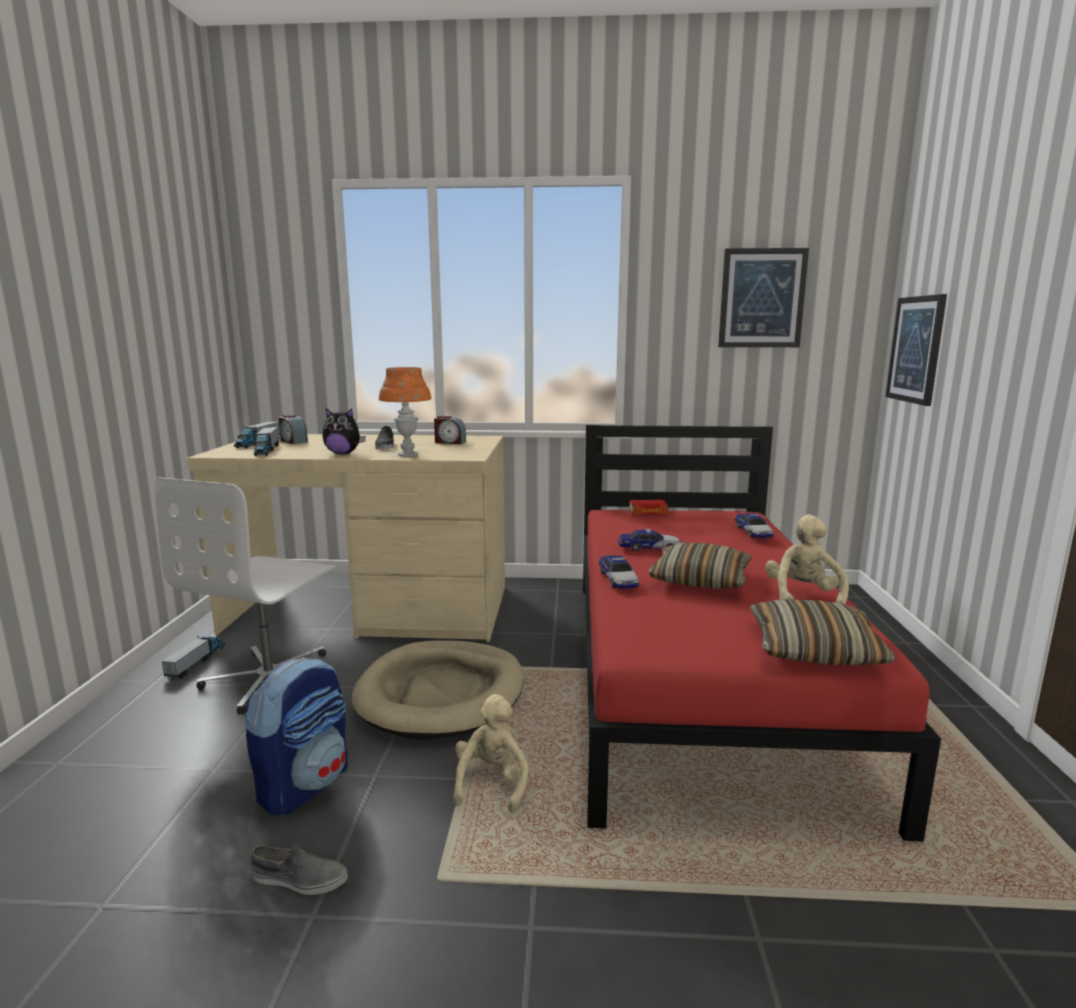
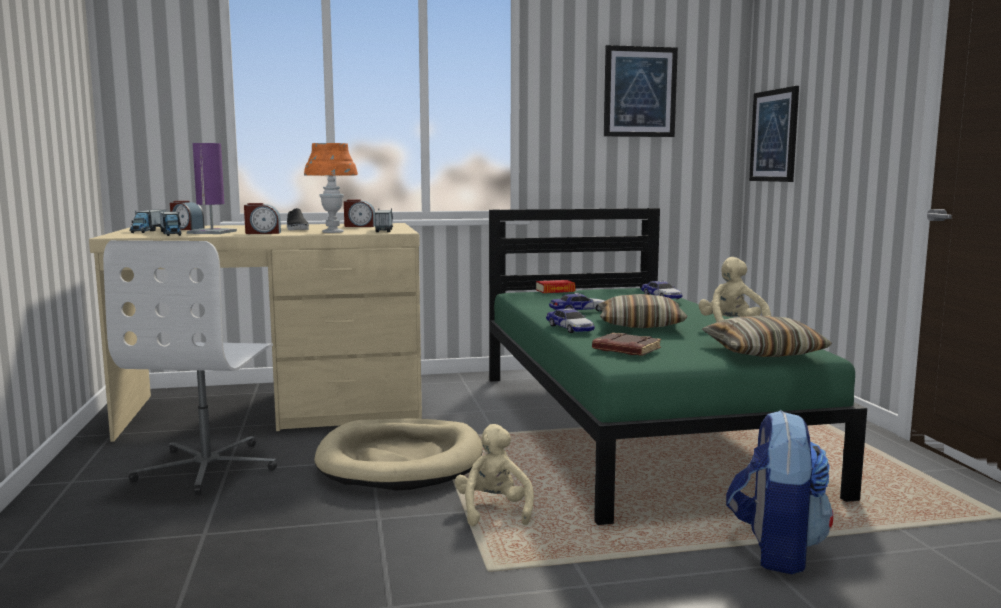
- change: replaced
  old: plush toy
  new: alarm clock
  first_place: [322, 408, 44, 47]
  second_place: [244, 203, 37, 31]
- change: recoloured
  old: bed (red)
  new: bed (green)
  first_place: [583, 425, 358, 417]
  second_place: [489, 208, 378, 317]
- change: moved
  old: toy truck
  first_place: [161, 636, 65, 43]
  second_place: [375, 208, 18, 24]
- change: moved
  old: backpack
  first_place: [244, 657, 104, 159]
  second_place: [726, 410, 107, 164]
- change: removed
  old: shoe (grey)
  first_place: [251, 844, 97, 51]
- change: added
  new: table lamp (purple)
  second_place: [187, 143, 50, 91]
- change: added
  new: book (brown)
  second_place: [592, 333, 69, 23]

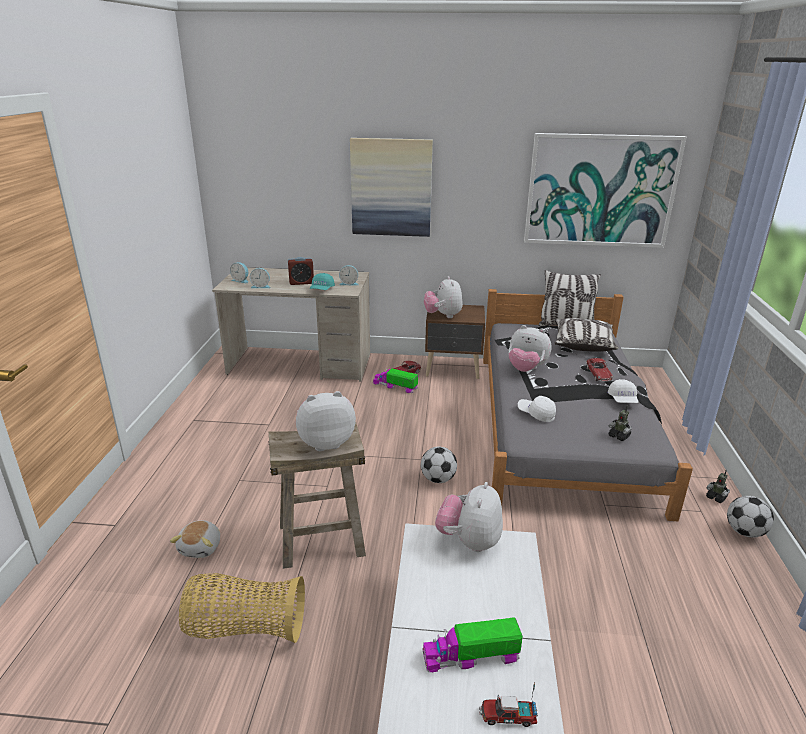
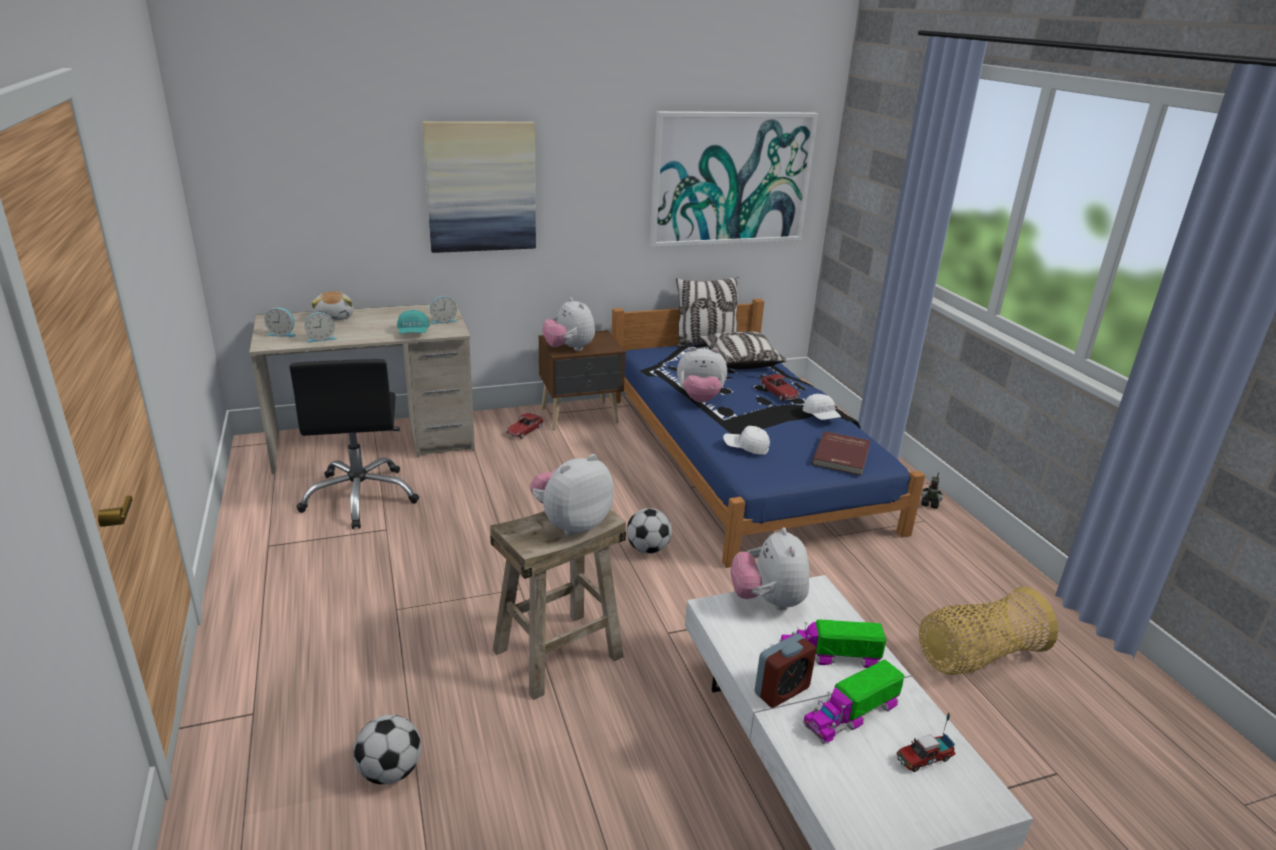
- change: moved
  old: alarm clock
  first_place: [288, 257, 26, 28]
  second_place: [755, 634, 62, 74]
- change: recoloured
  old: bed (grey)
  new: bed (blue)
  first_place: [483, 289, 210, 232]
  second_place: [609, 299, 316, 269]
- change: moved
  old: toy truck
  first_place: [373, 368, 45, 25]
  second_place: [780, 620, 107, 48]
- change: replaced
  old: toy robot
  new: book (red)
  first_place: [609, 406, 23, 35]
  second_place: [812, 431, 59, 44]
- change: moved
  old: football
  first_place: [727, 496, 47, 42]
  second_place: [353, 715, 68, 69]
- change: moved
  old: plush toy
  first_place: [170, 520, 50, 38]
  second_place: [311, 291, 42, 29]
- change: moved
  old: basket
  first_place: [179, 573, 126, 70]
  second_place: [919, 587, 139, 88]
- change: added
  new: office chair (black)
  second_place: [289, 359, 130, 170]

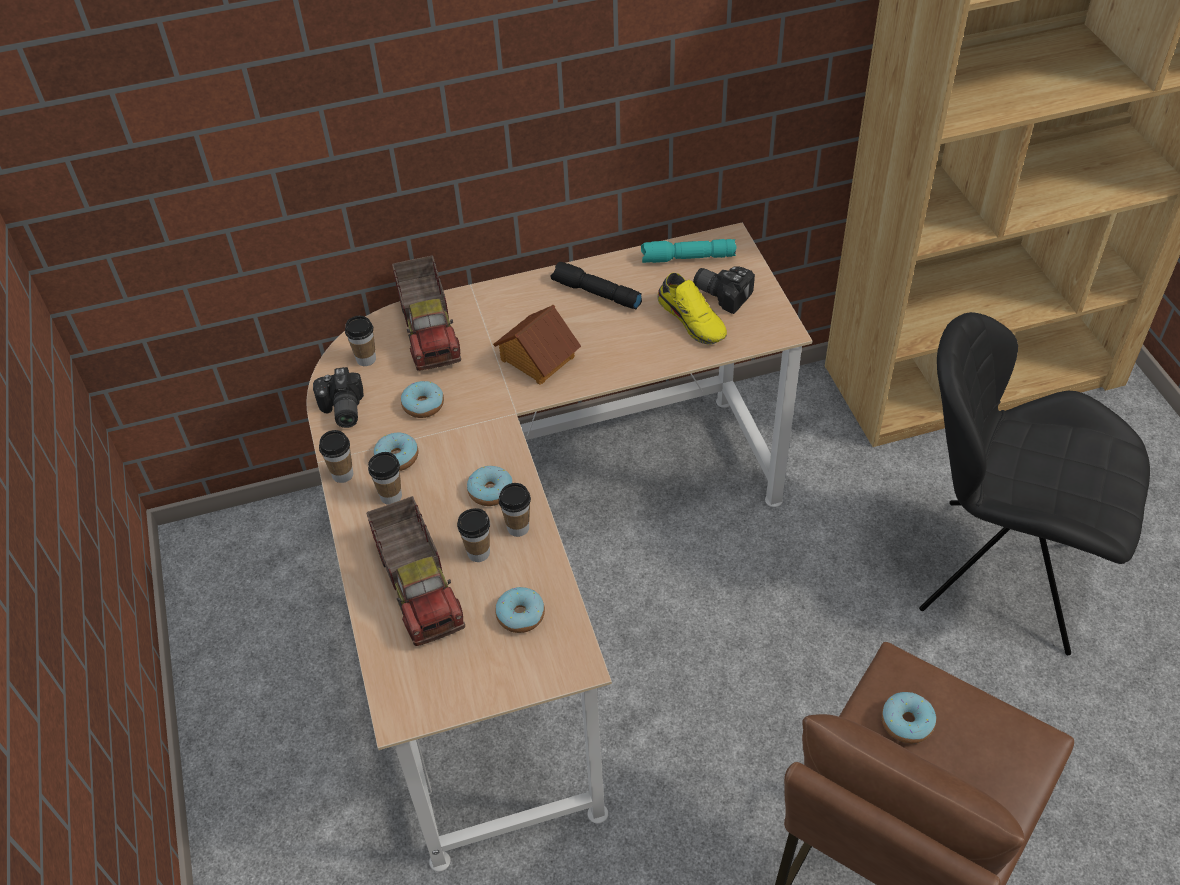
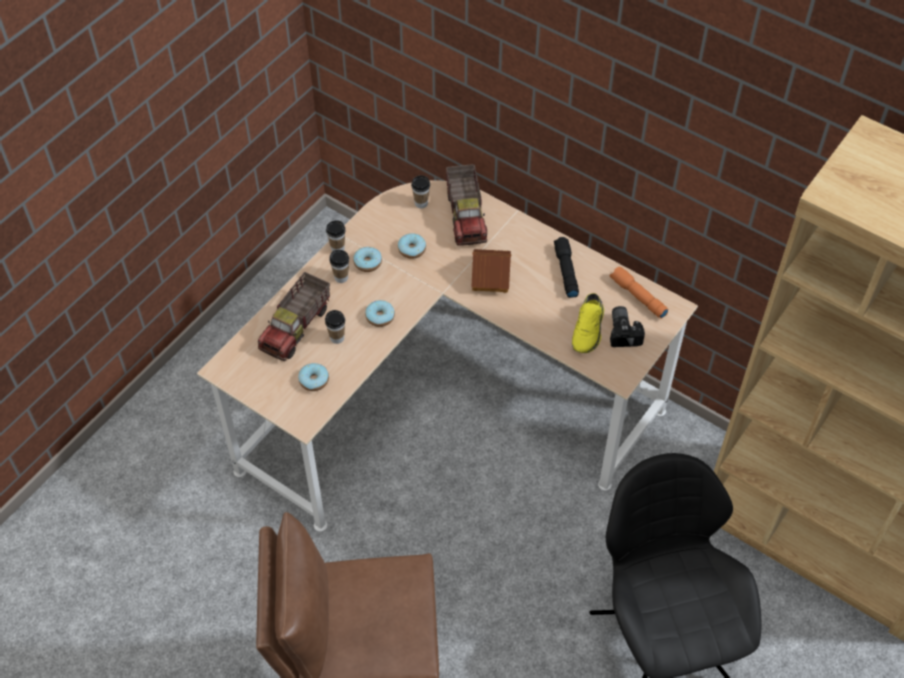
- change: recoloured
  old: flashlight (turquoise)
  new: flashlight (orange)
  first_place: [641, 239, 96, 24]
  second_place: [610, 267, 59, 52]
- change: turned
  old: toy truck
  first_place: [392, 256, 69, 115]
  second_place: [446, 164, 41, 82]
  degrees: -45
- change: removed
  old: photo camera
  first_place: [313, 367, 51, 61]
- change: removed
  old: cup
  first_place: [499, 483, 32, 54]
- change: removed
  old: donut
  first_place: [881, 692, 55, 52]

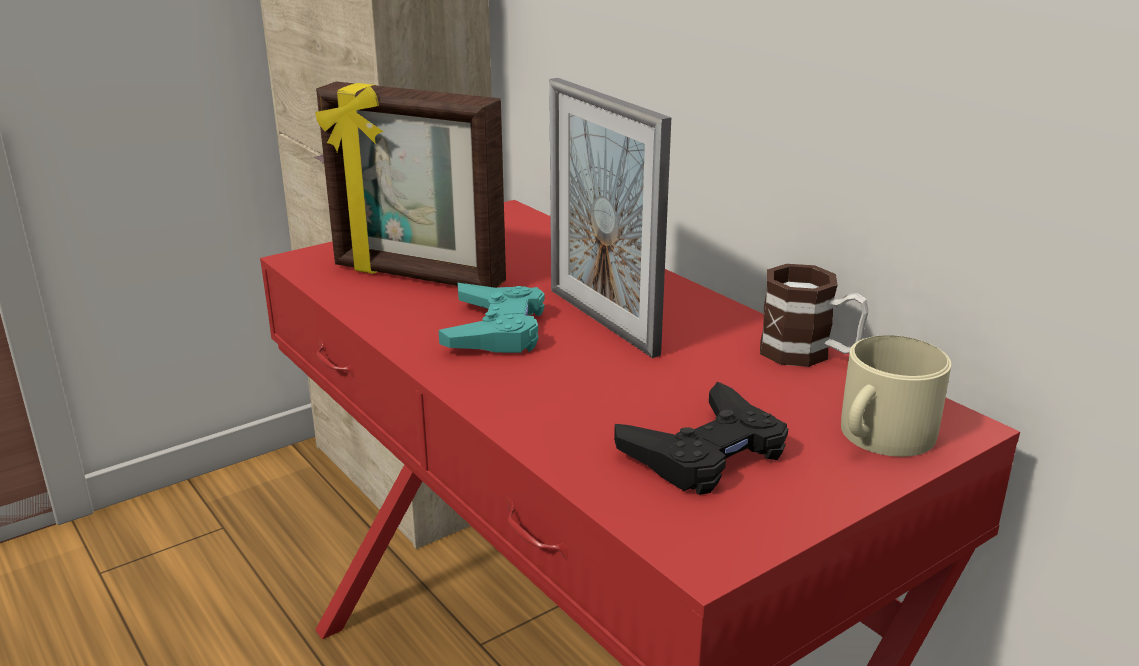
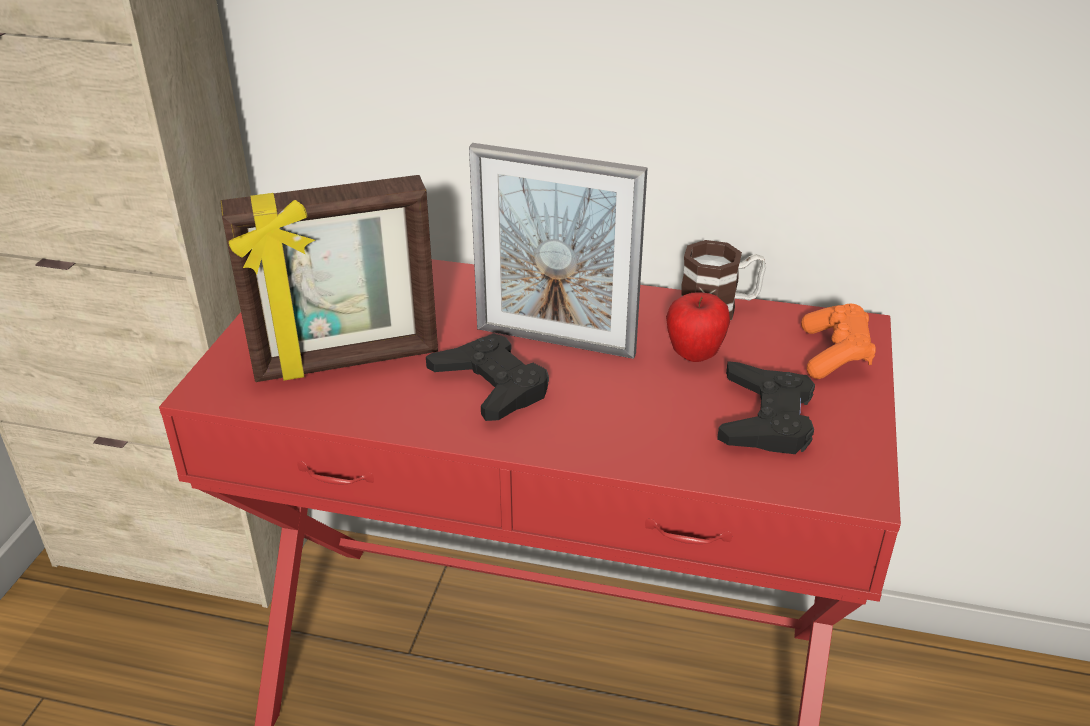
- change: recoloured
  old: game controller (turquoise)
  new: game controller (black)
  first_place: [439, 283, 106, 70]
  second_place: [426, 333, 123, 88]
- change: replaced
  old: mug (beige)
  new: game controller (orange)
  first_place: [841, 335, 110, 122]
  second_place: [801, 304, 75, 75]
- change: added
  new: apple
  second_place: [666, 292, 64, 70]

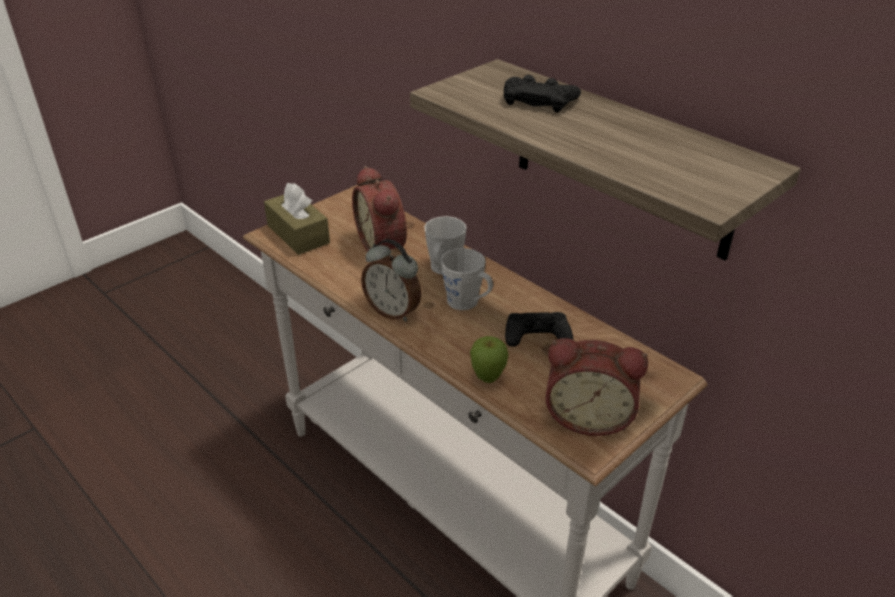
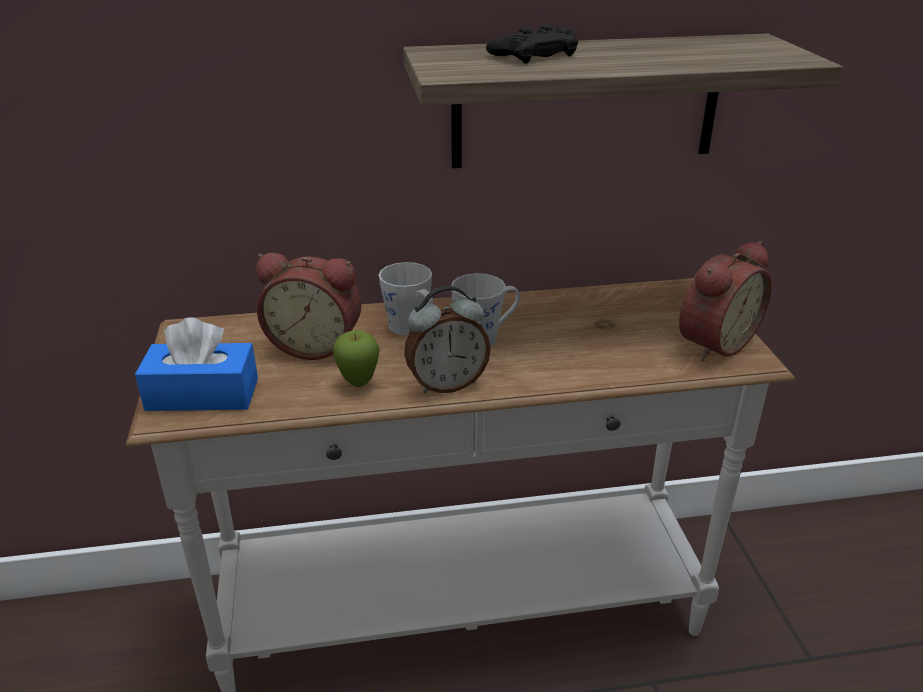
- change: recoloured
  old: tissue box (brown)
  new: tissue box (blue)
  first_place: [264, 183, 66, 72]
  second_place: [135, 317, 123, 94]
- change: removed
  old: game controller (black)
  first_place: [505, 312, 68, 35]
- change: moved
  old: apple
  first_place: [470, 336, 38, 47]
  second_place: [332, 330, 48, 57]

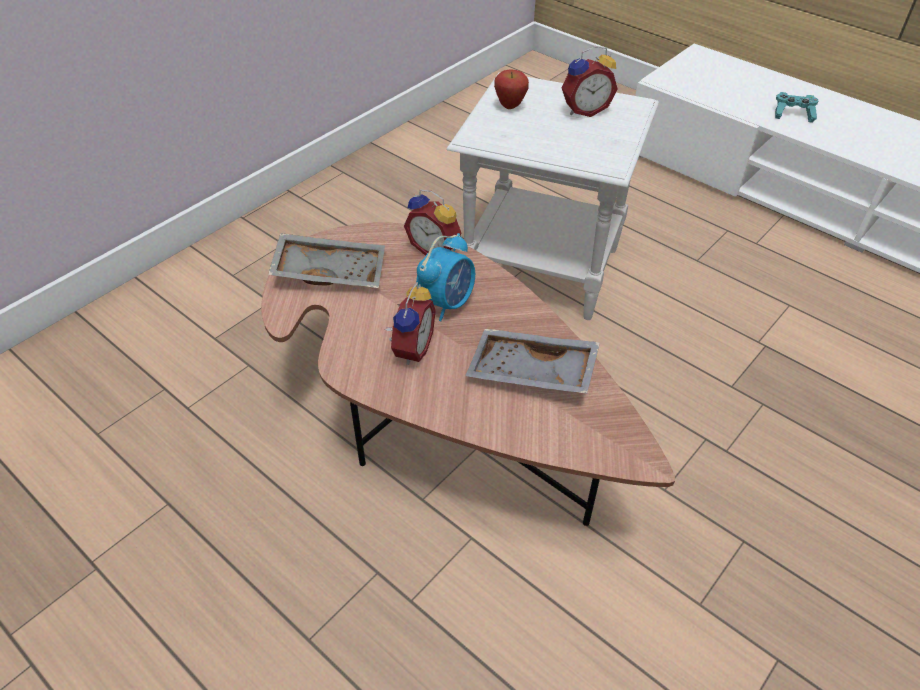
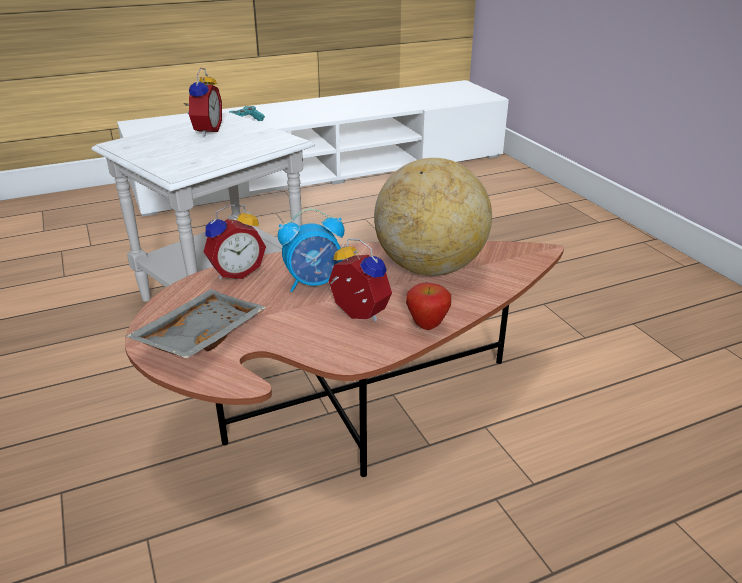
- change: moved
  old: apple
  first_place: [494, 69, 35, 40]
  second_place: [406, 282, 45, 48]
- change: turned
  old: alarm clock
  first_place: [416, 233, 59, 89]
  second_place: [278, 208, 66, 84]
  degrees: 105
- change: replaced
  old: tray (grey)
  new: globe
  first_place: [465, 329, 135, 65]
  second_place: [374, 158, 118, 118]

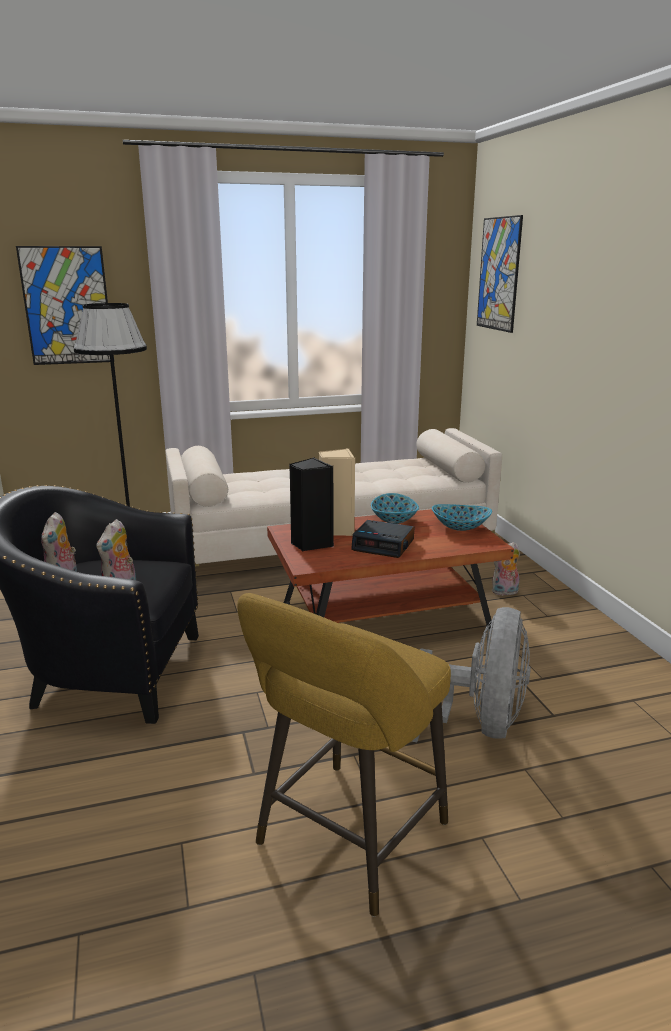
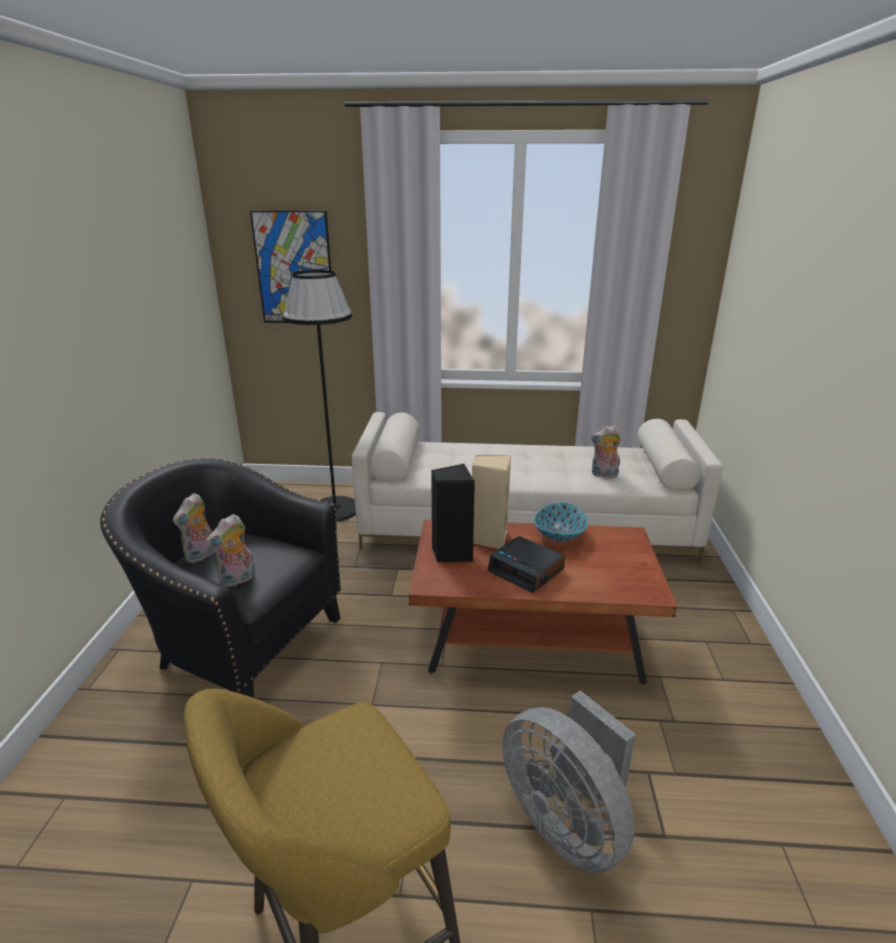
- change: removed
  old: picture
  first_place: [477, 215, 46, 118]
- change: removed
  old: bowl
  first_place: [432, 504, 60, 27]
- change: moved
  old: plush toy
  first_place: [492, 542, 28, 54]
  second_place: [591, 426, 31, 52]
- change: turned
  old: fan (grey)
  first_place: [412, 607, 119, 135]
  second_place: [502, 690, 134, 183]
  degrees: 105

